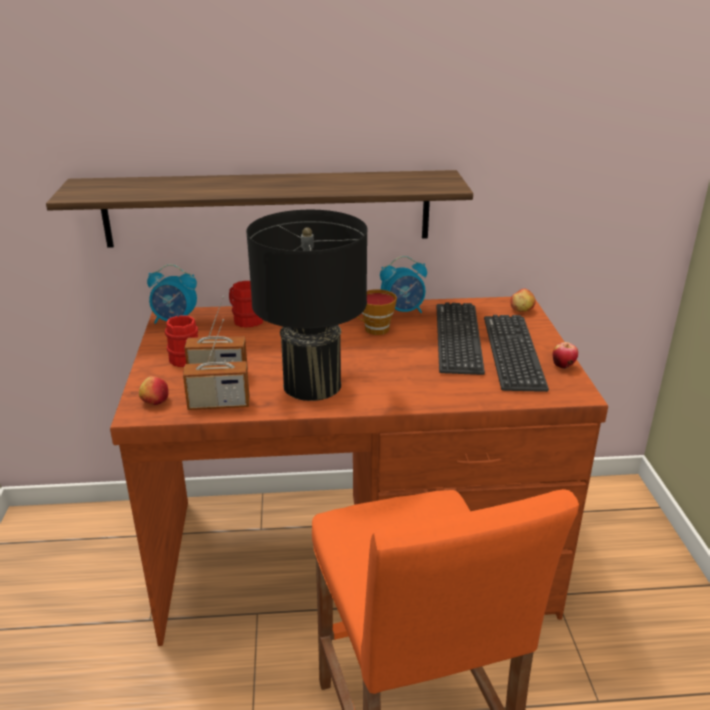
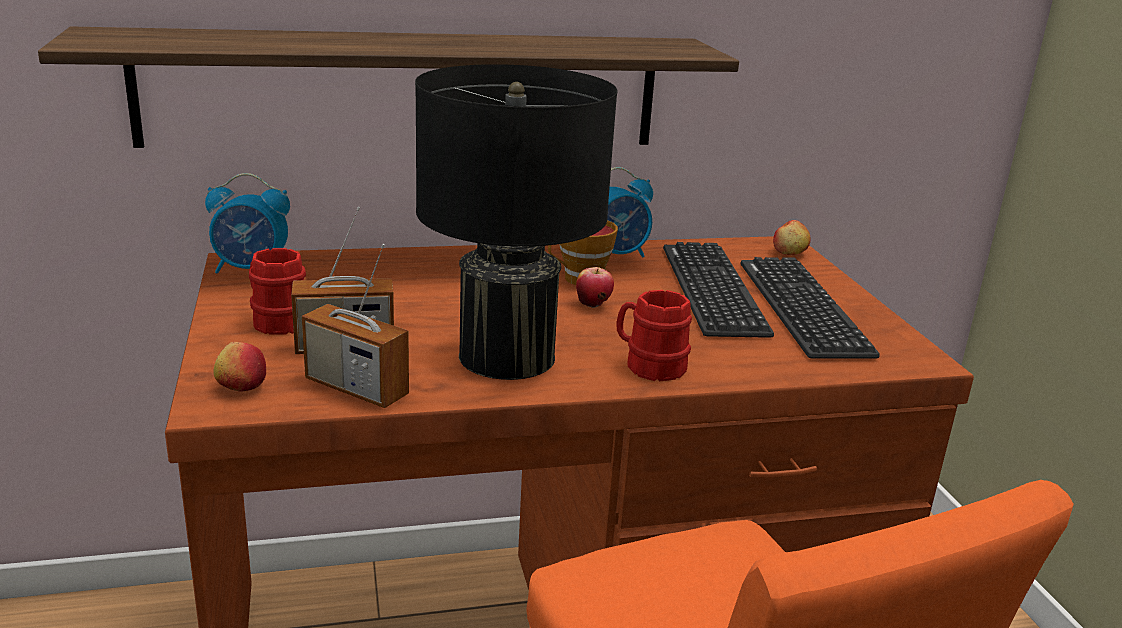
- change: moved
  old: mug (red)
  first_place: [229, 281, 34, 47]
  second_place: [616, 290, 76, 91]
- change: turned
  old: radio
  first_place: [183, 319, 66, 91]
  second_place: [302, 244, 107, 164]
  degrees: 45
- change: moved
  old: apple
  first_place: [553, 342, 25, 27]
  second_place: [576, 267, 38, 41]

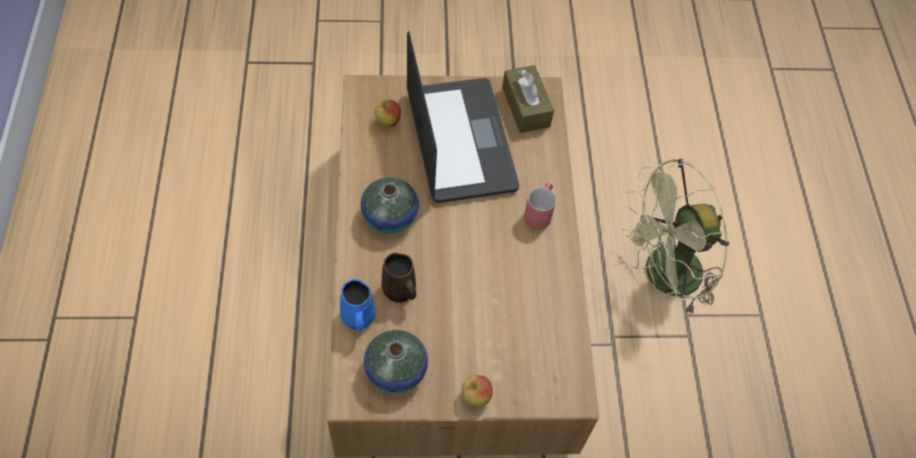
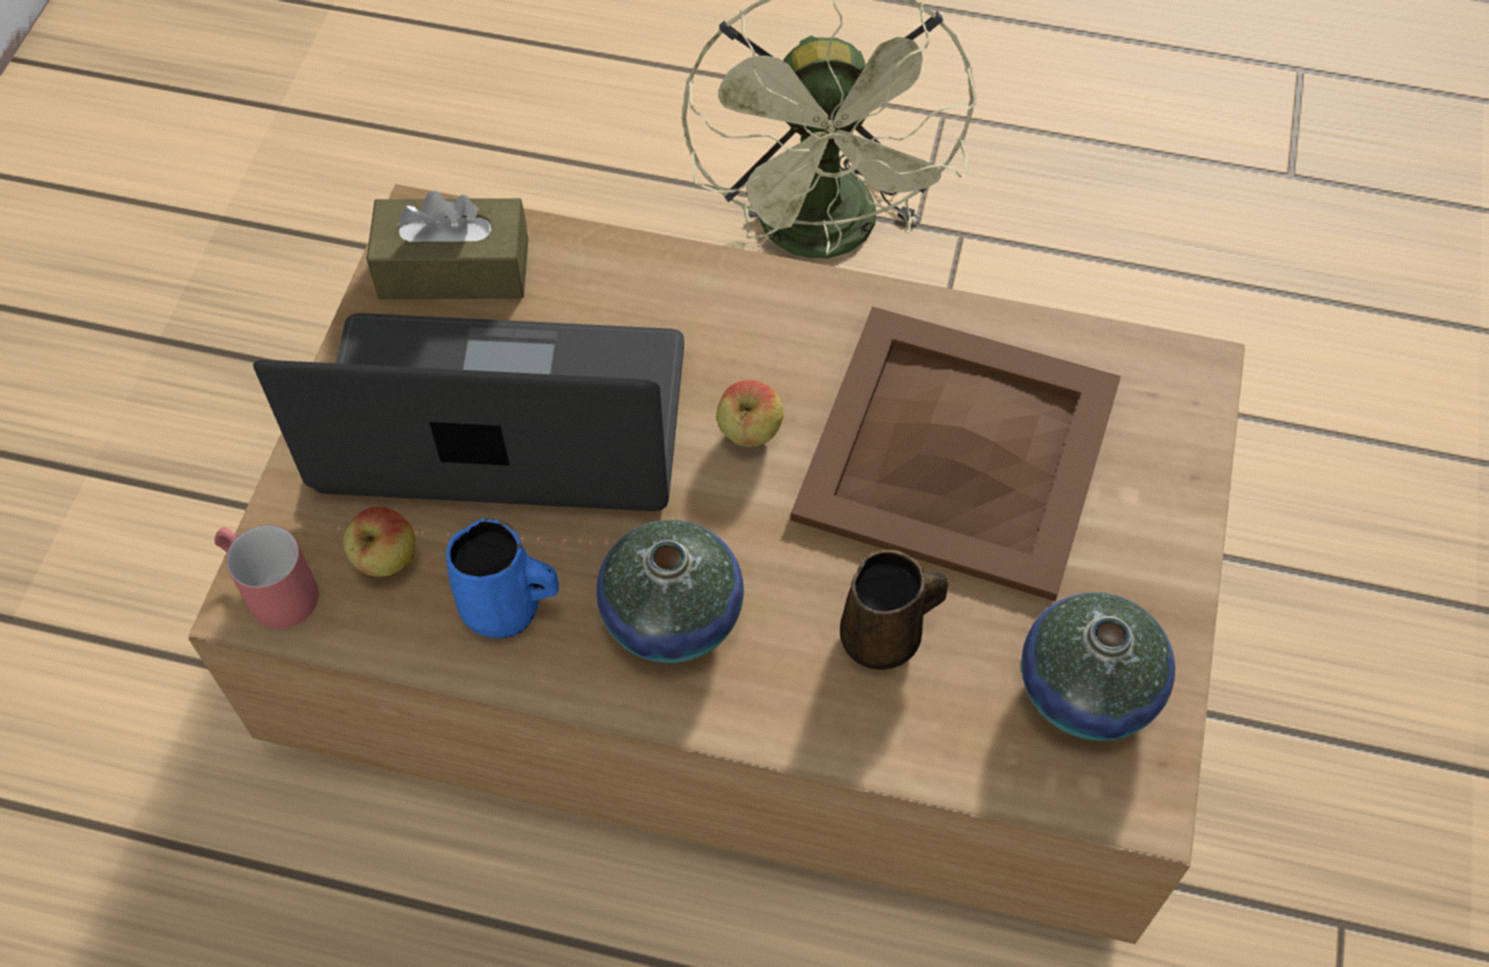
- change: moved
  old: mug (red)
  first_place: [524, 183, 32, 47]
  second_place: [214, 525, 105, 104]
- change: moved
  old: mug (blue)
  first_place: [340, 279, 36, 52]
  second_place: [446, 518, 113, 120]
- change: moved
  old: apple
  first_place: [462, 375, 31, 32]
  second_place: [716, 380, 68, 67]
- change: added
  new: tray (brown)
  second_place: [790, 306, 331, 295]

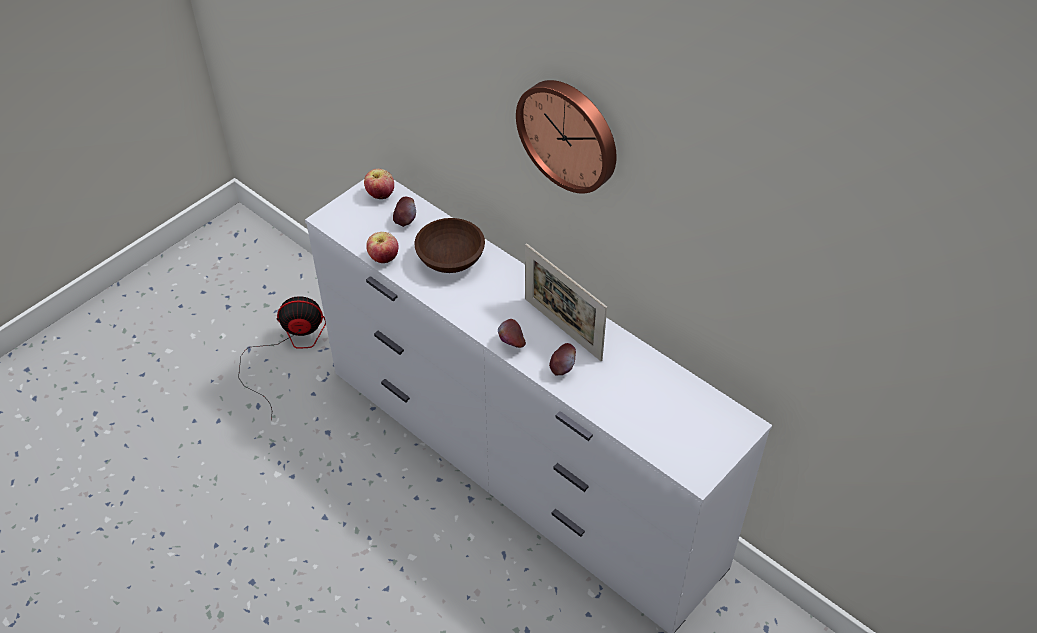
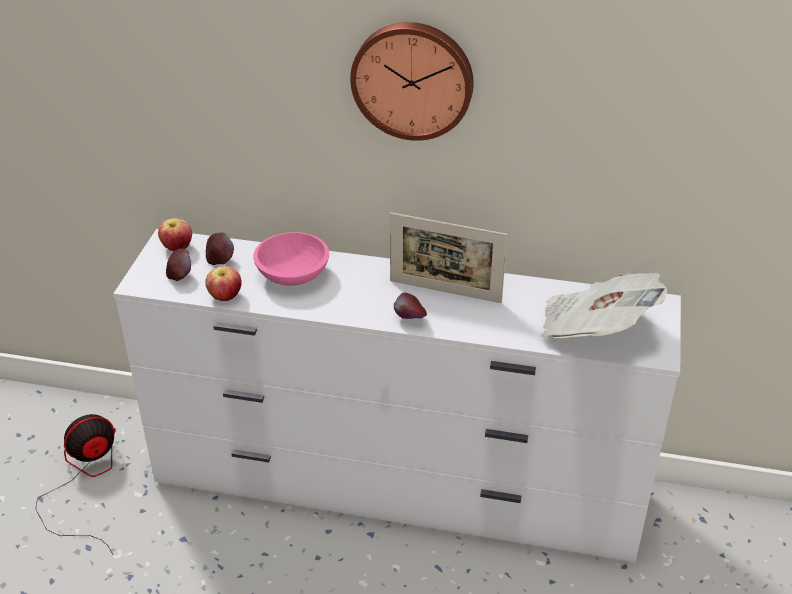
- change: recoloured
  old: bowl (brown)
  new: bowl (pink)
  first_place: [414, 218, 71, 55]
  second_place: [253, 232, 76, 54]
- change: moved
  old: apple
  first_place: [549, 343, 27, 33]
  second_place: [166, 248, 25, 33]
- change: added
  new: newspaper
  second_place: [541, 273, 126, 65]

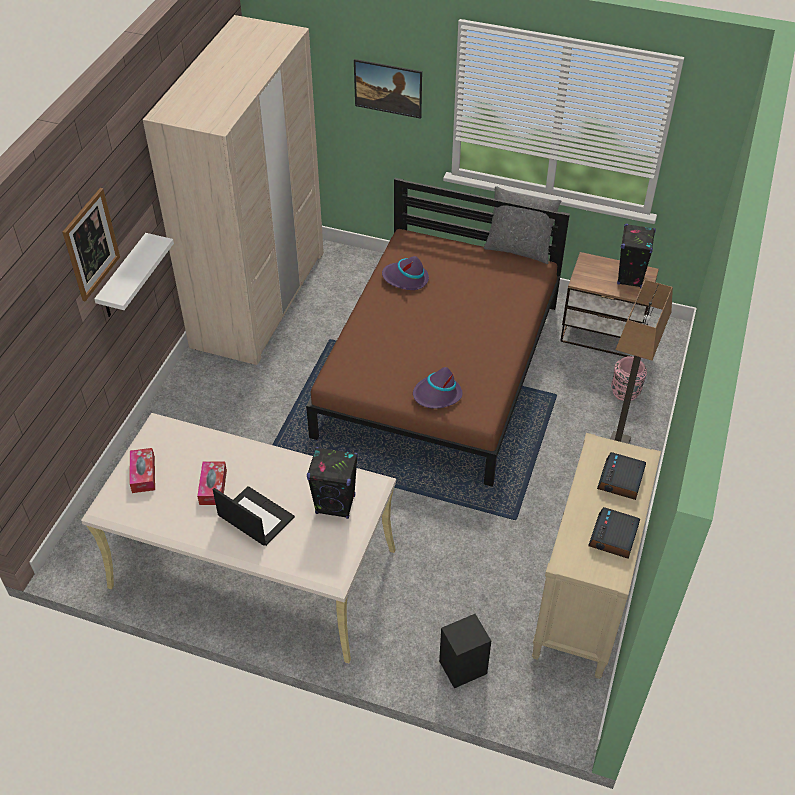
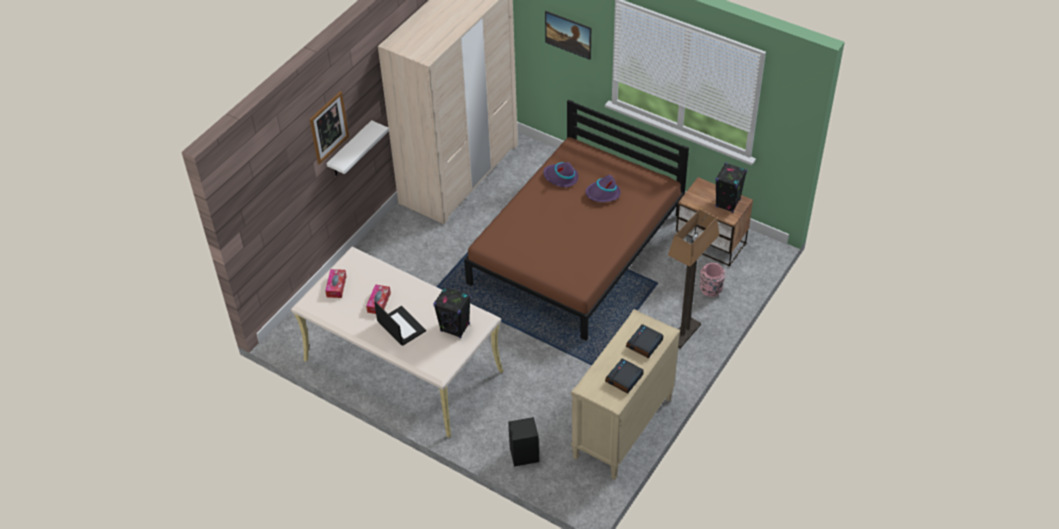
- change: removed
  old: pillow (grey)
  first_place: [484, 186, 77, 78]
- change: moved
  old: hat (purple)
  first_place: [413, 367, 49, 42]
  second_place: [586, 175, 35, 27]

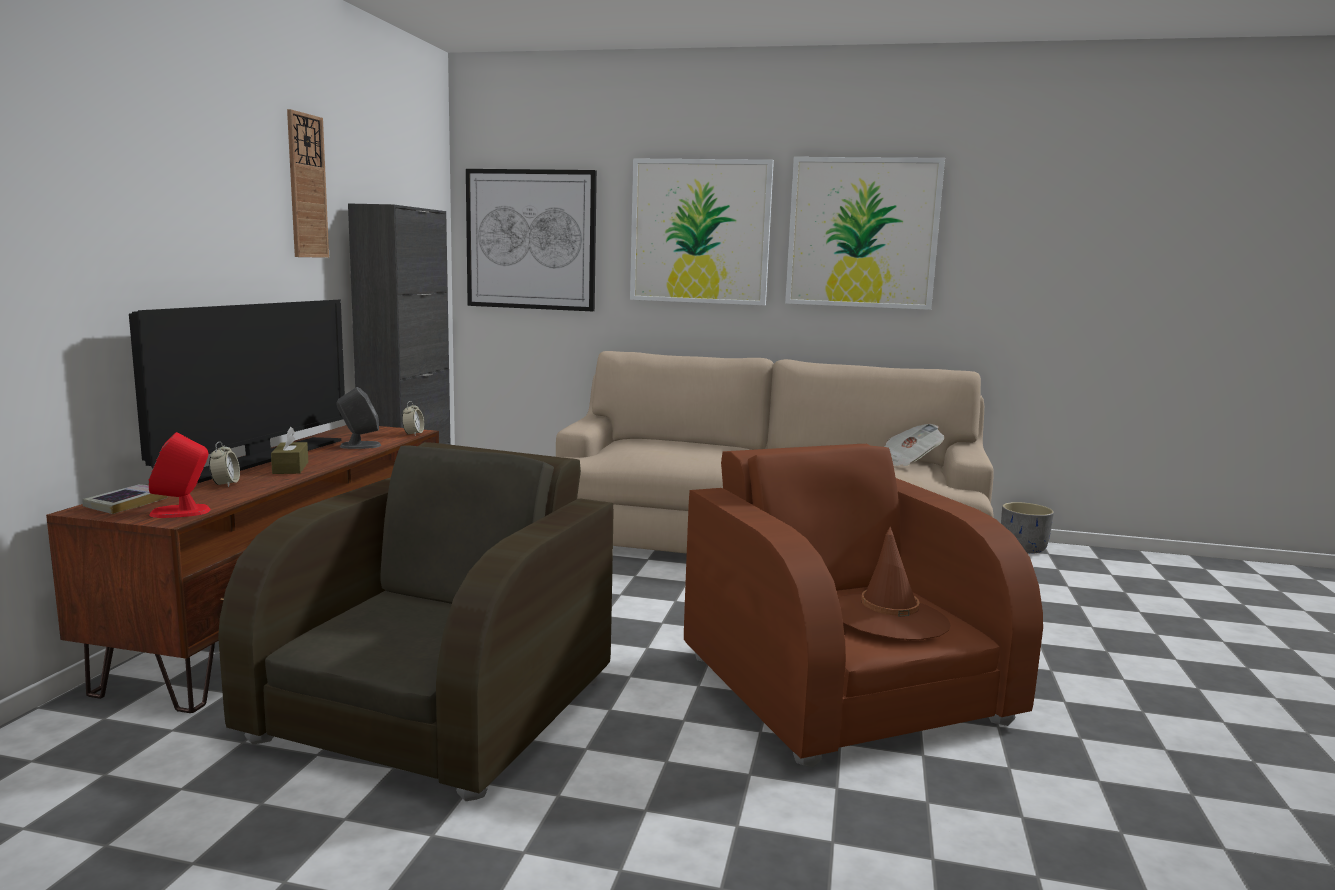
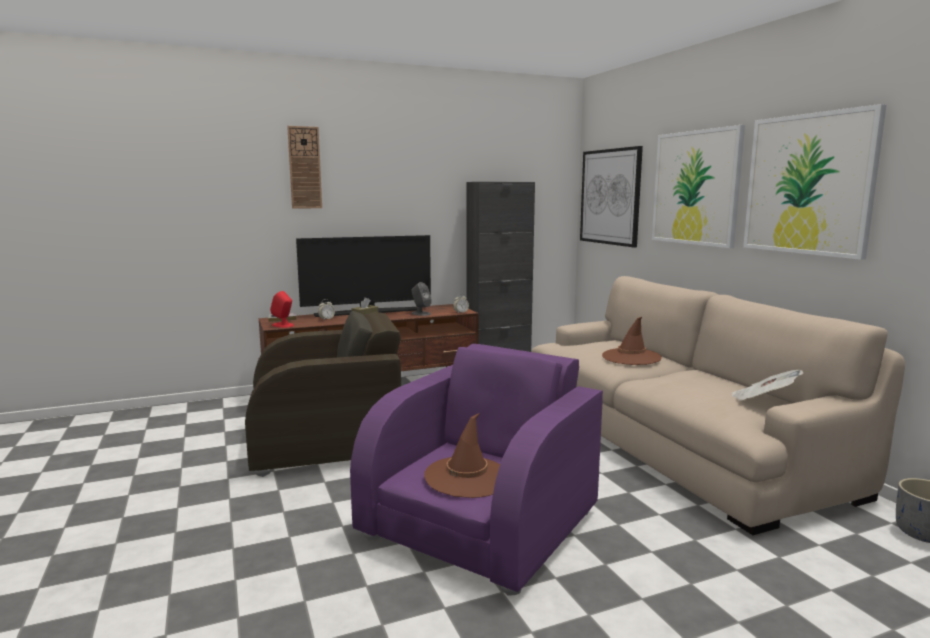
- change: moved
  old: wall clock
  first_place: [287, 109, 42, 149]
  second_place: [287, 126, 35, 83]
- change: recoloured
  old: armchair (brown)
  new: armchair (purple)
  first_place: [684, 444, 359, 323]
  second_place: [350, 344, 253, 252]
- change: added
  new: hat (brown)
  second_place: [602, 317, 60, 48]

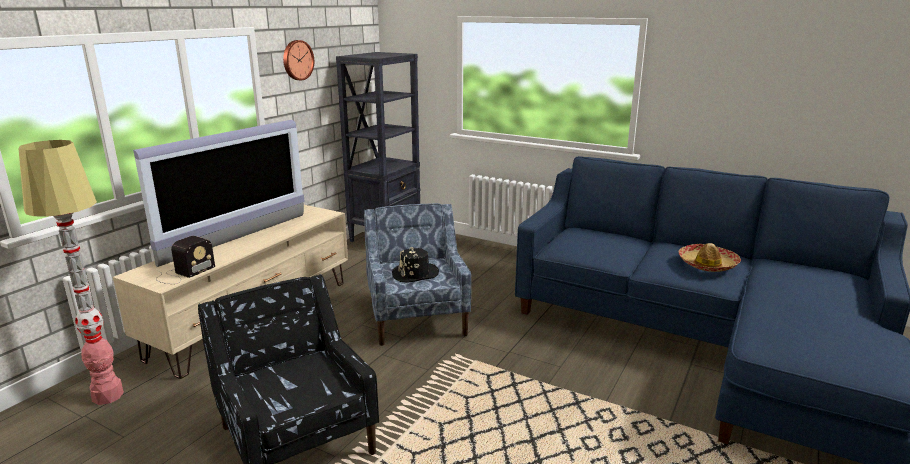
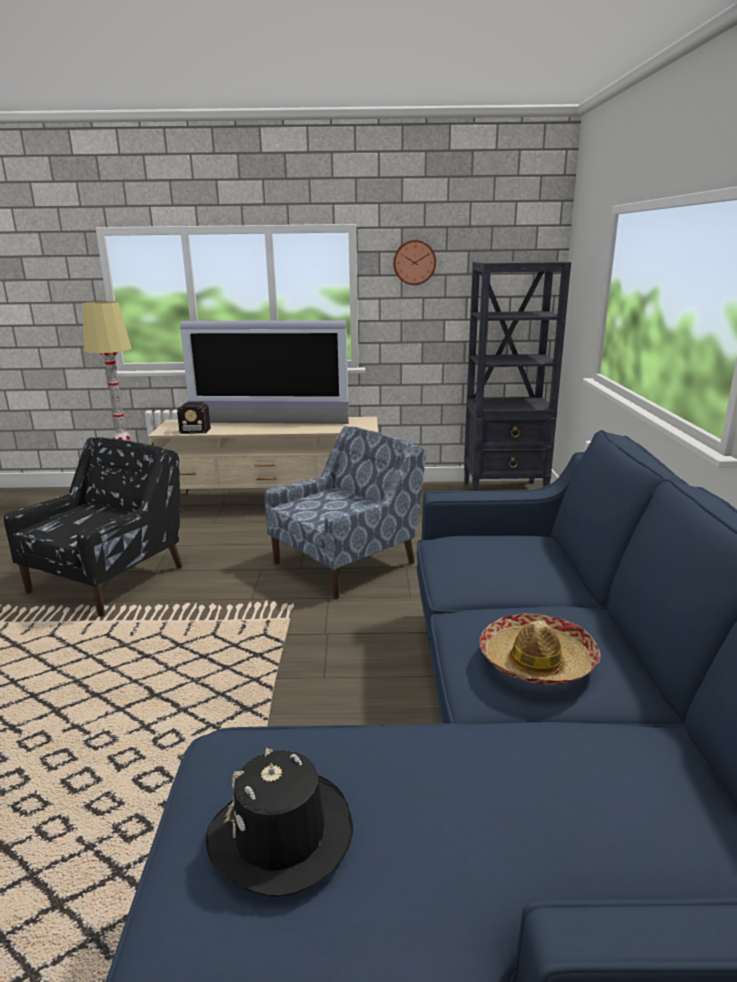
- change: moved
  old: hat (black)
  first_place: [392, 247, 47, 36]
  second_place: [206, 748, 147, 149]

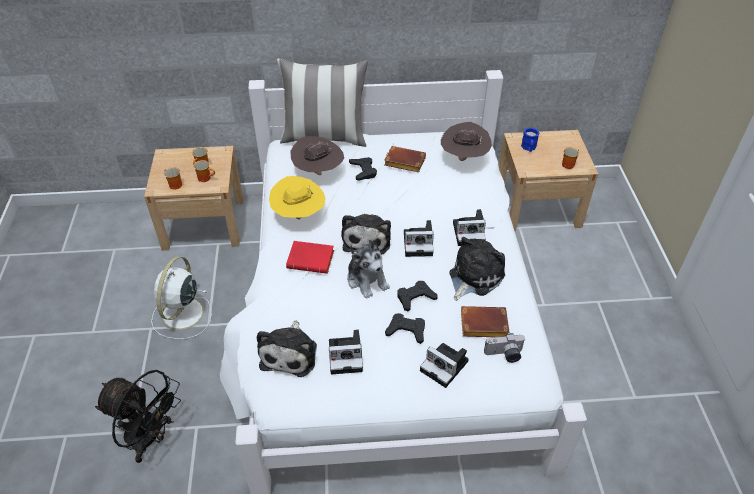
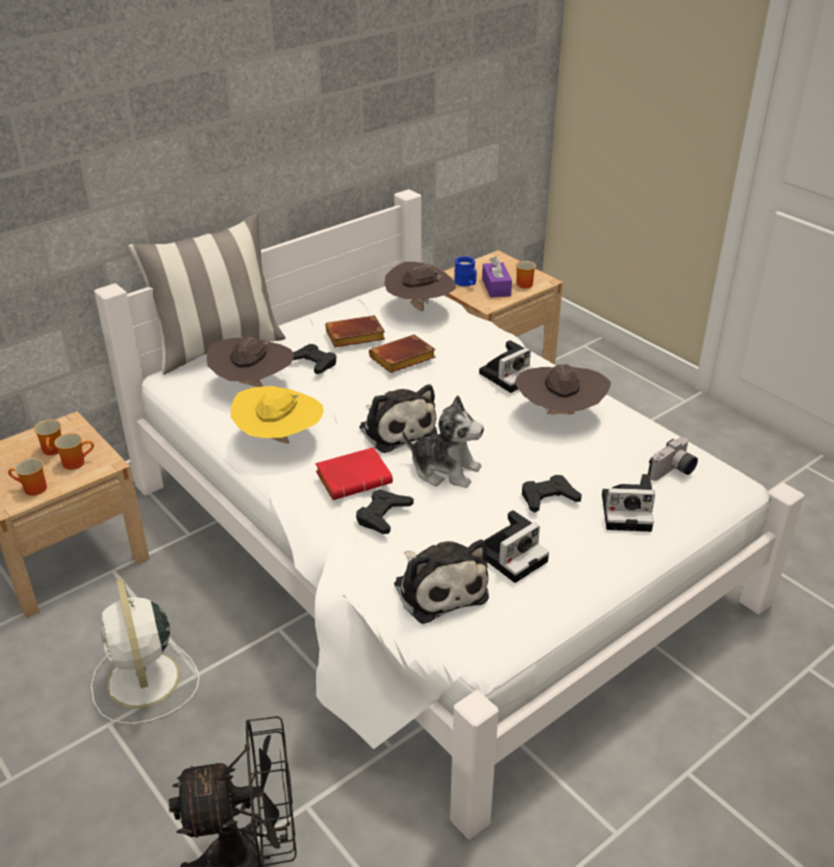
- change: removed
  old: photo camera
  first_place: [404, 220, 30, 37]
- change: replaced
  old: plush toy
  new: hat (brown)
  first_place: [449, 237, 56, 64]
  second_place: [515, 364, 96, 50]
- change: moved
  old: game controller (black)
  first_place: [398, 281, 40, 31]
  second_place: [356, 489, 58, 45]
- change: moved
  old: book (brown)
  first_place: [461, 306, 49, 31]
  second_place: [369, 335, 67, 38]
- change: added
  new: tissue box (purple)
  second_place: [482, 256, 30, 42]

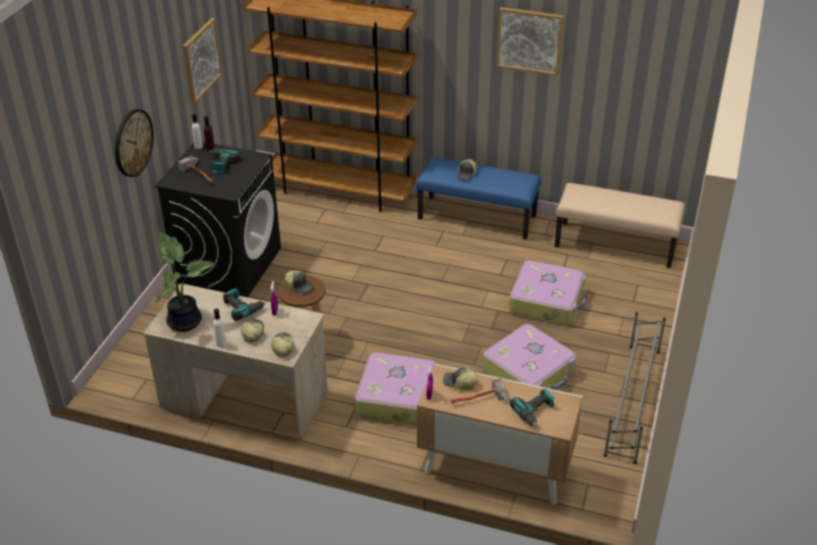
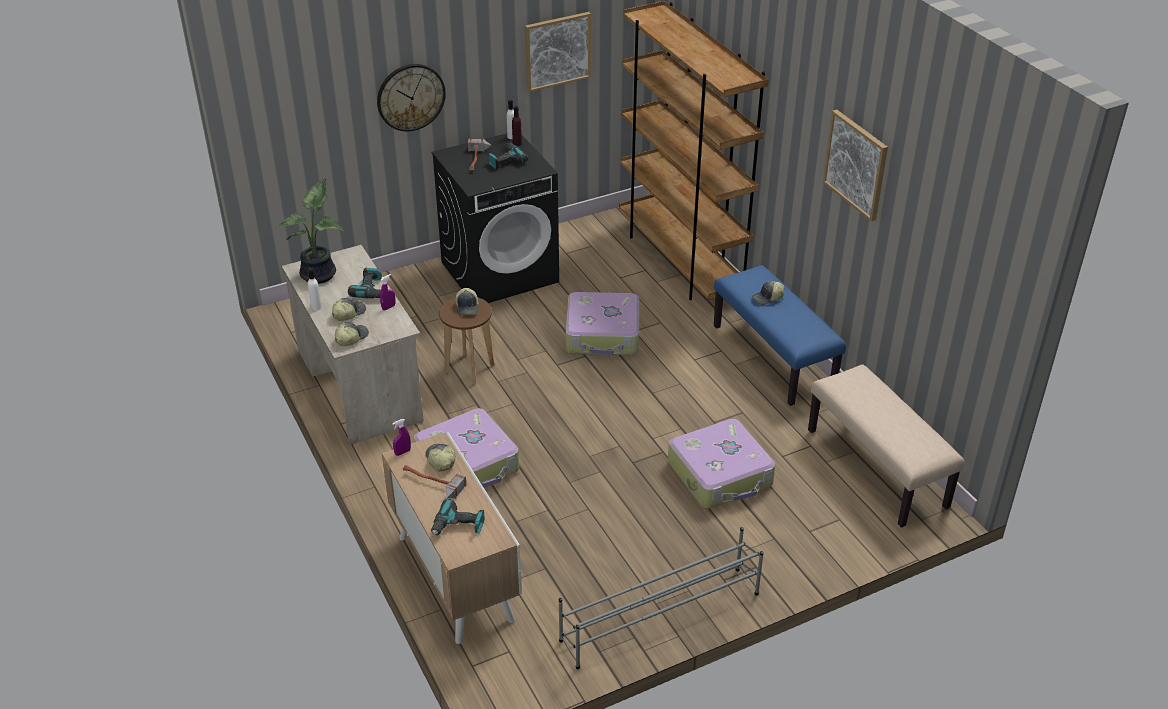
- change: moved
  old: suitcase
  first_place: [483, 324, 93, 66]
  second_place: [566, 292, 73, 63]

